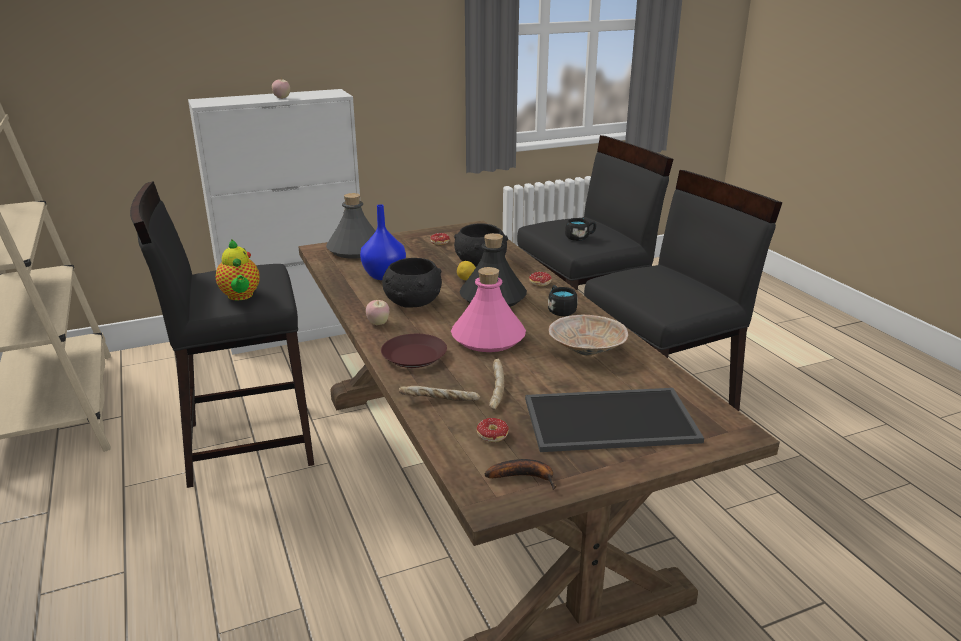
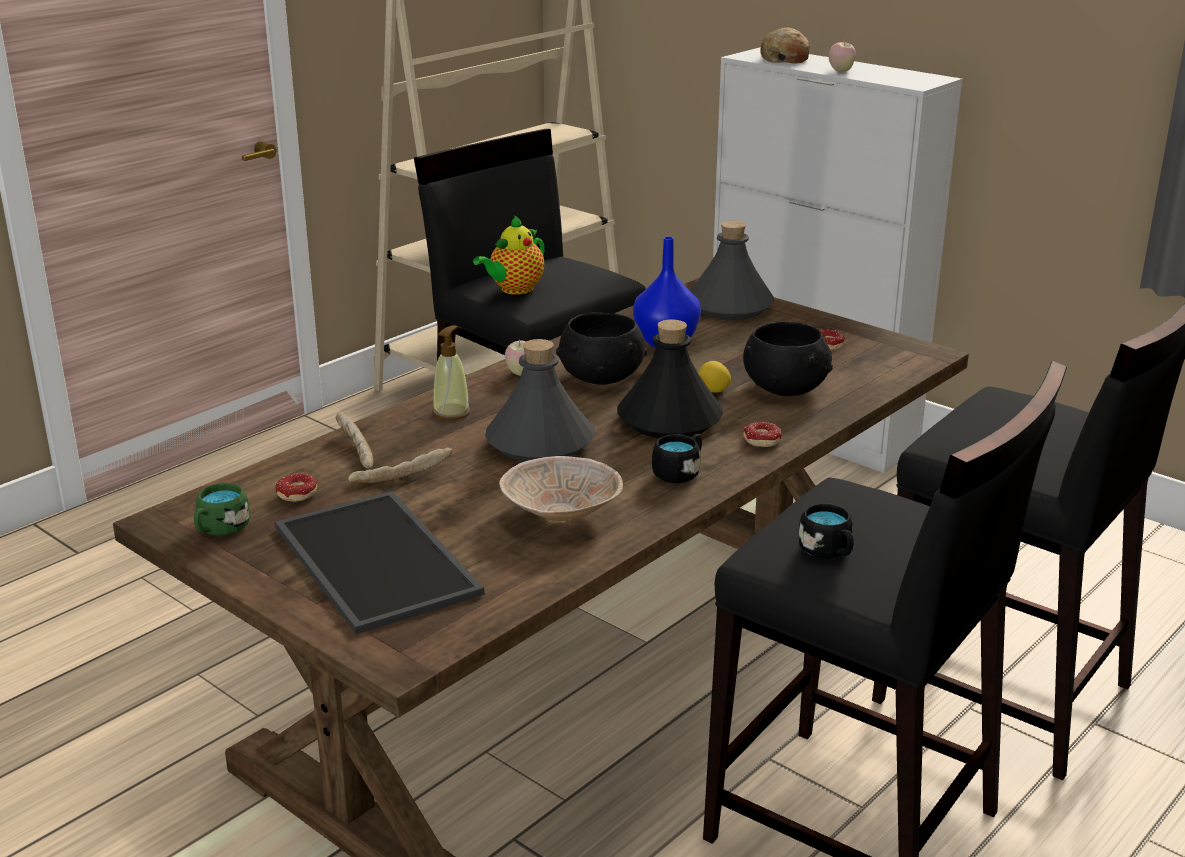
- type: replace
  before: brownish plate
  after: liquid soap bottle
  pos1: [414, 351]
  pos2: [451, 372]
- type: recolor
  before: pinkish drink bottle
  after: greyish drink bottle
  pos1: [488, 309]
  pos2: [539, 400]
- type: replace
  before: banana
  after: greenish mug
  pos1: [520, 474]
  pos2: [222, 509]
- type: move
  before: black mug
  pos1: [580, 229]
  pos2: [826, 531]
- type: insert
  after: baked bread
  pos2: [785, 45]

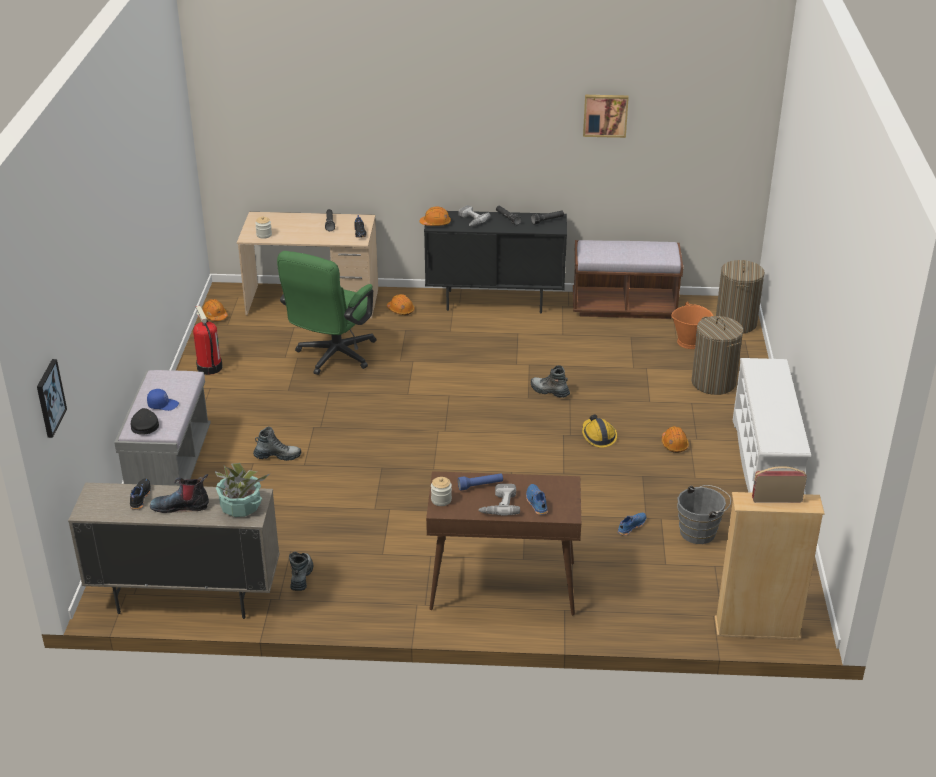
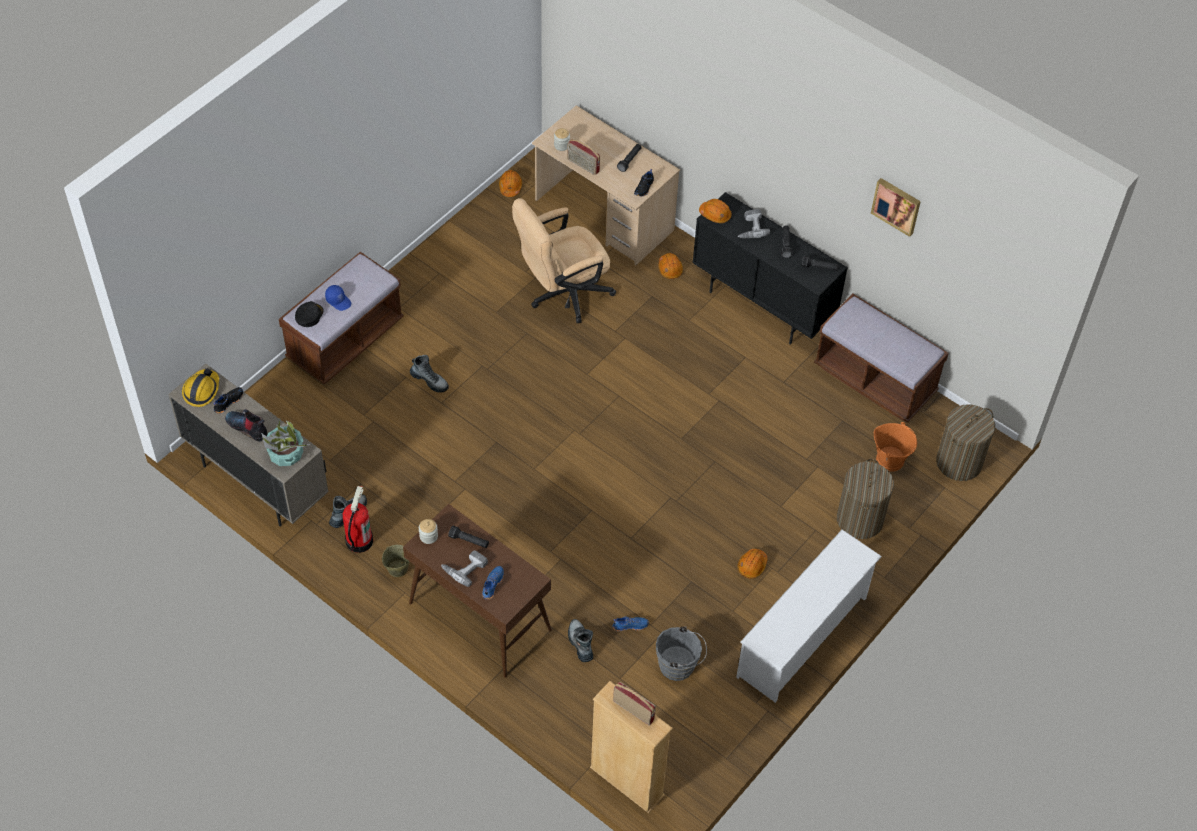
- type: delete
  before: wall picture
  pos1: [52, 398]
- type: recolor
  before: greyish long seat
  after: brownish long seat
  pos1: [162, 428]
  pos2: [341, 318]
- type: move
  before: fire extinguisher
  pos1: [207, 340]
  pos2: [358, 519]
- type: recolor
  before: greenish office chair
  after: sand-coloured office chair
  pos1: [326, 313]
  pos2: [564, 260]
- type: recolor
  before: bluish flashlight
  after: black flashlight
  pos1: [480, 482]
  pos2: [468, 537]
- type: move
  before: boot
  pos1: [550, 381]
  pos2: [580, 640]
- type: move
  before: hard hat
  pos1: [599, 431]
  pos2: [200, 387]
- type: insert
  after: sand-coloured pail
  pos2: [396, 561]
- type: insert
  after: radio set
  pos2: [583, 157]

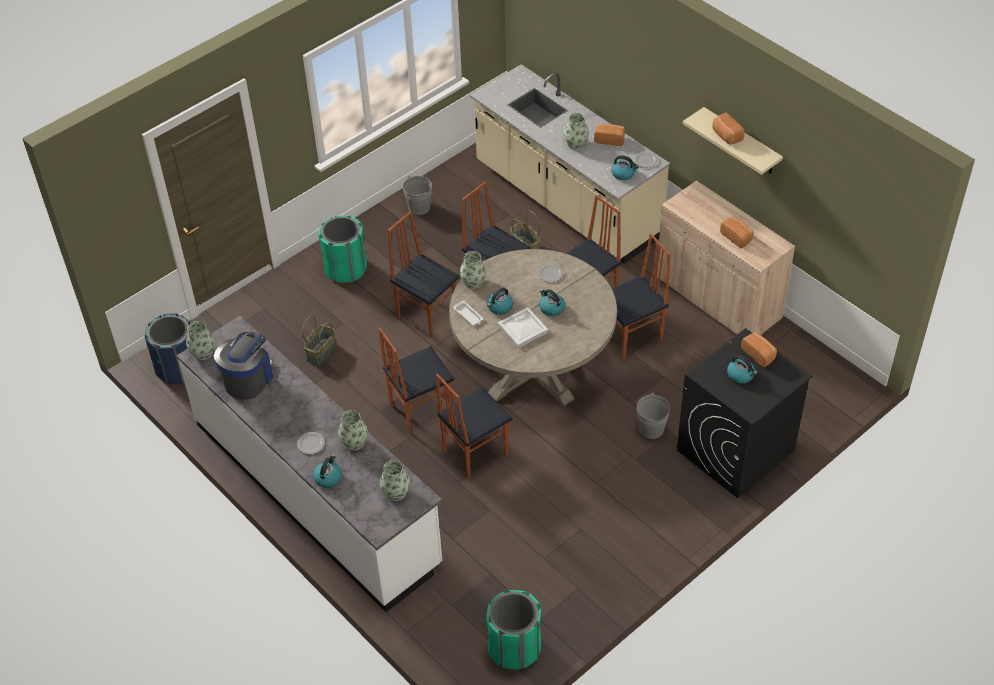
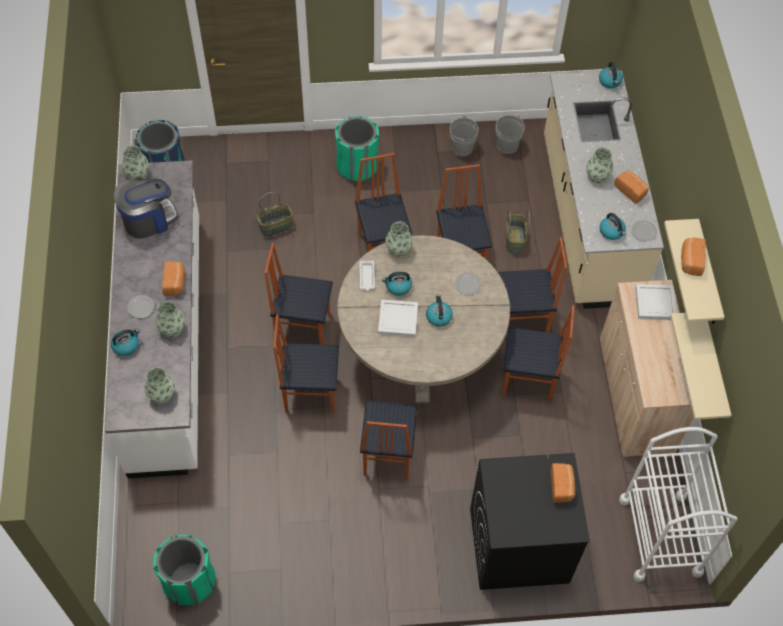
- type: move
  before: greyish pail
  pos1: [653, 415]
  pos2: [510, 134]
- type: move
  before: baked bread
  pos1: [737, 232]
  pos2: [173, 278]
- type: move
  before: tea kettle
  pos1: [742, 369]
  pos2: [611, 75]
- type: insert
  after: chair
  pos2: [388, 440]
- type: insert
  after: white wheeled cart
  pos2: [678, 504]
- type: insert
  after: white tray
  pos2: [655, 302]
- type: insert
  after: sand-coloured bracket shelf
  pos2: [701, 366]

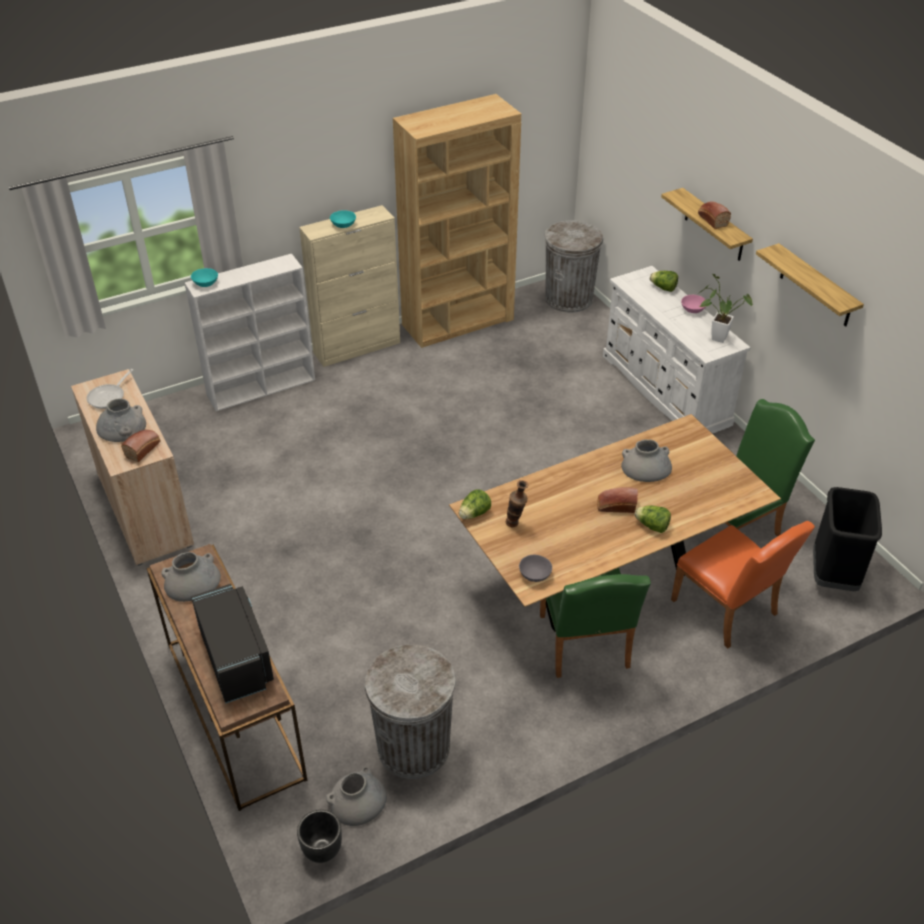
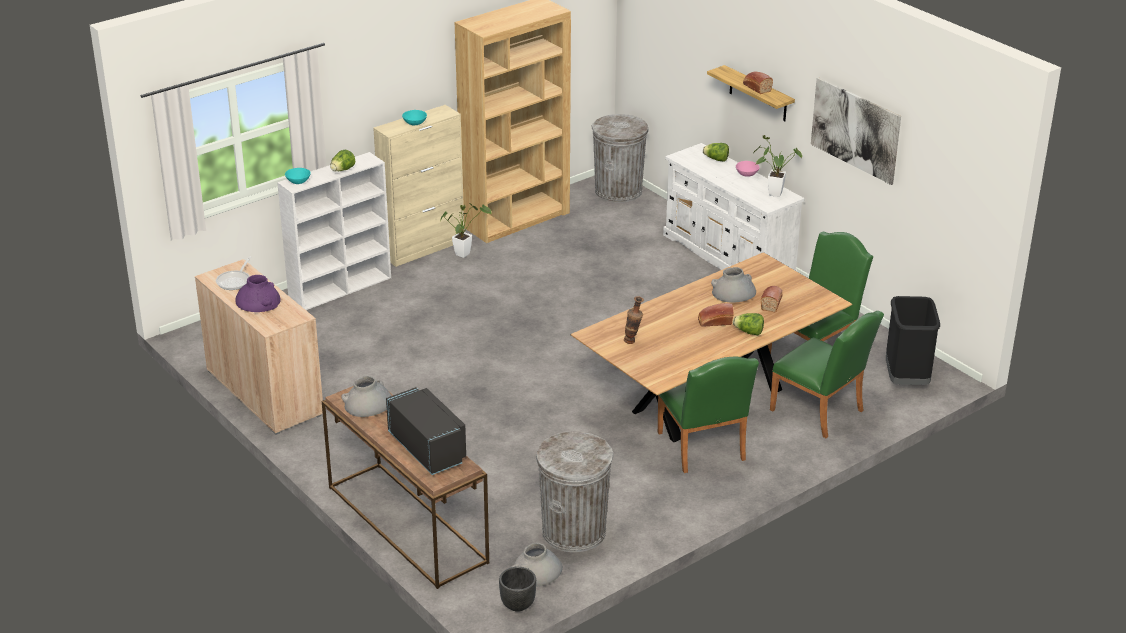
- type: recolor
  before: greyish vase
  after: purplish vase
  pos1: [121, 420]
  pos2: [258, 293]
- type: move
  before: baked bread
  pos1: [140, 446]
  pos2: [772, 299]
- type: move
  before: lettuce
  pos1: [475, 504]
  pos2: [342, 160]
- type: delete
  before: greyish deep dish
  pos1: [535, 568]
- type: recolor
  before: orange chair
  after: greenish chair
  pos1: [743, 584]
  pos2: [827, 374]
- type: replace
  before: bracket shelf
  after: wall picture
  pos1: [810, 285]
  pos2: [856, 131]
- type: insert
  after: potted plant
  pos2: [466, 230]

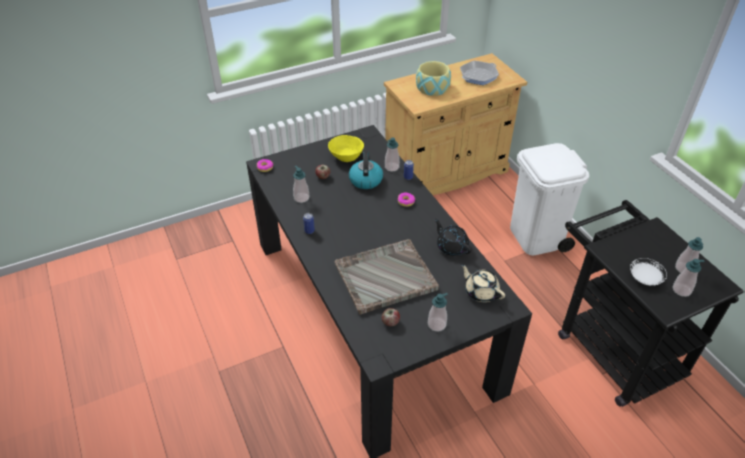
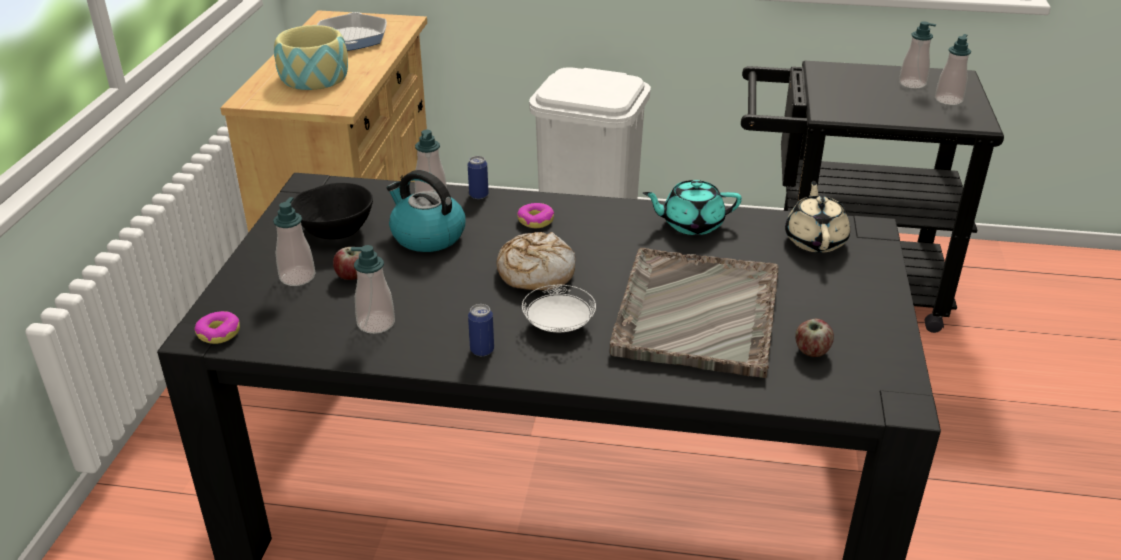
- type: recolor
  before: yellow deep dish
  after: black deep dish
  pos1: [346, 148]
  pos2: [332, 211]
- type: move
  before: liquid soap bottle
  pos1: [438, 312]
  pos2: [294, 241]
- type: recolor
  before: black teapot
  after: turquoise-coloured teapot
  pos1: [453, 237]
  pos2: [692, 207]
- type: rotate
  before: sand-coloured teapot
  pos1: [483, 283]
  pos2: [817, 217]
  turn: 105
- type: move
  before: white plate
  pos1: [648, 272]
  pos2: [559, 308]
- type: insert
  after: baked bread
  pos2: [536, 261]

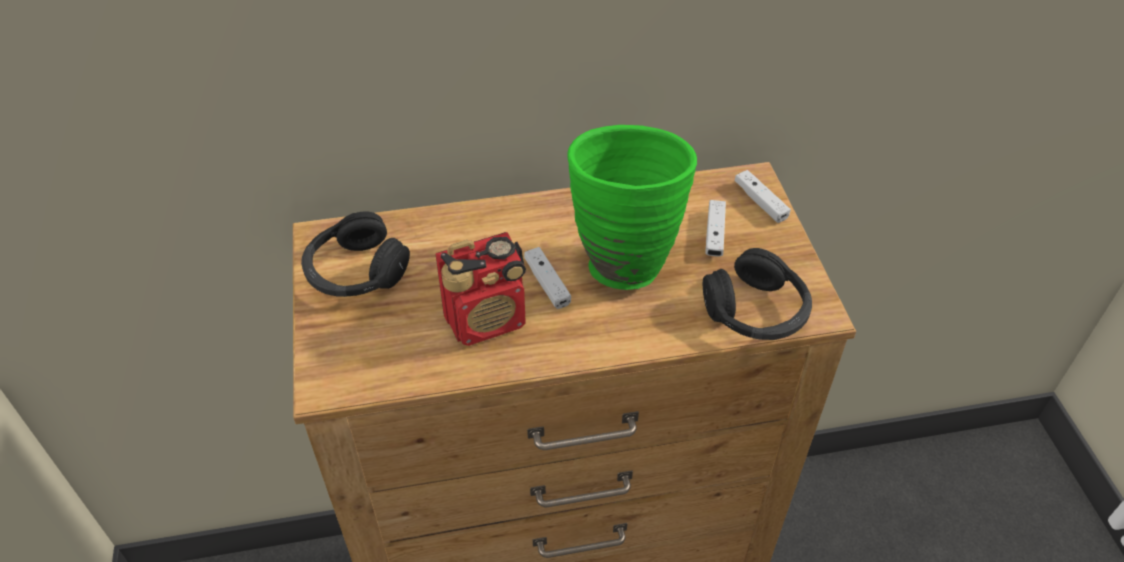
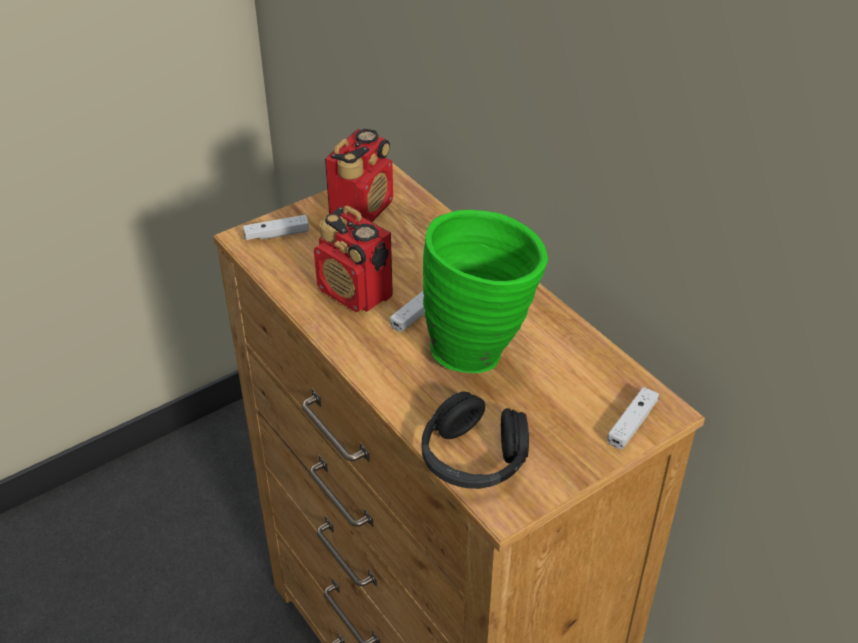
- type: replace
  before: black headset
  after: radio set
  pos1: [355, 254]
  pos2: [359, 175]
- type: move
  before: white gamepad
  pos1: [715, 228]
  pos2: [276, 227]

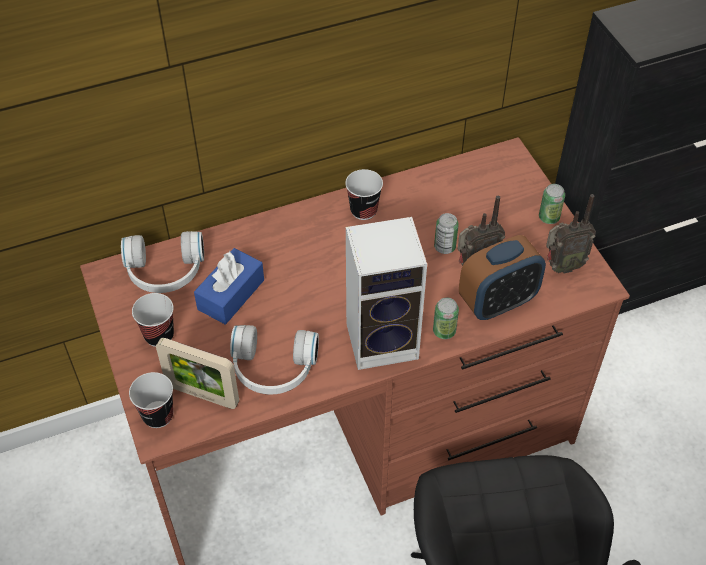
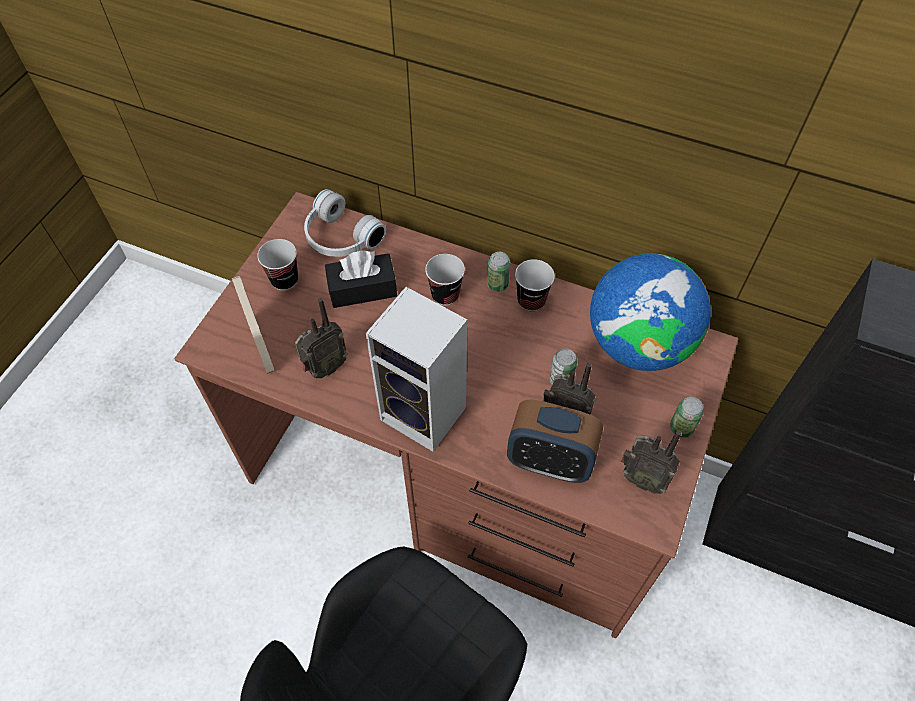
- type: move
  before: small cup
  pos1: [151, 400]
  pos2: [445, 280]
- type: recolor
  before: bluish box of tissues
  after: black box of tissues
  pos1: [229, 286]
  pos2: [361, 279]
- type: replace
  before: white headset
  after: radio set
  pos1: [274, 360]
  pos2: [321, 338]
- type: move
  before: can
  pos1: [446, 318]
  pos2: [498, 272]
- type: insert
  after: desk globe
  pos2: [650, 312]

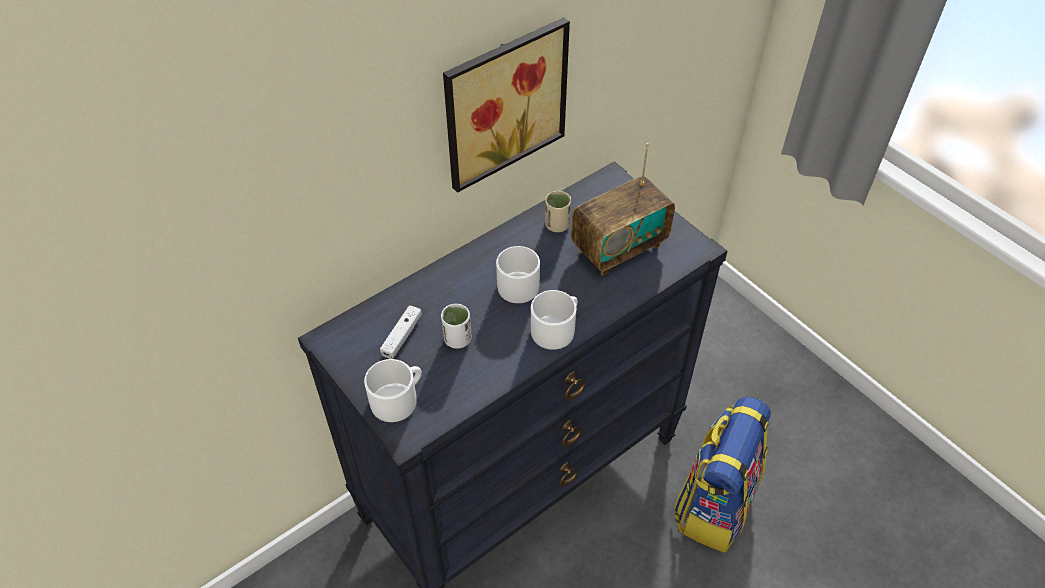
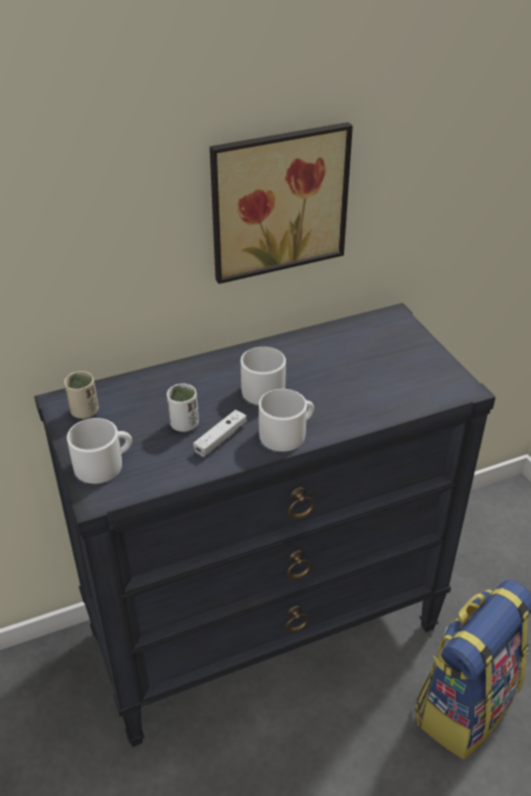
- type: move
  before: white gamepad
  pos1: [401, 332]
  pos2: [220, 433]
- type: move
  before: sand-coloured small cup
  pos1: [558, 211]
  pos2: [81, 395]
- type: delete
  before: radio set
  pos1: [623, 209]

